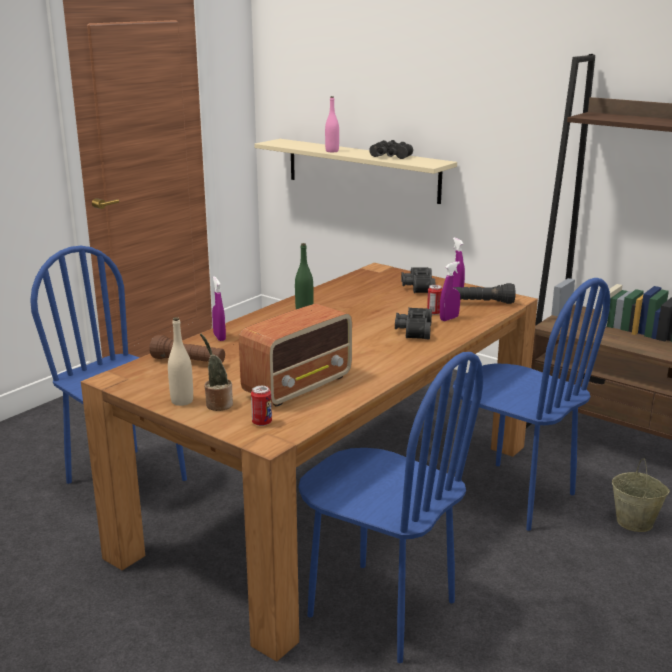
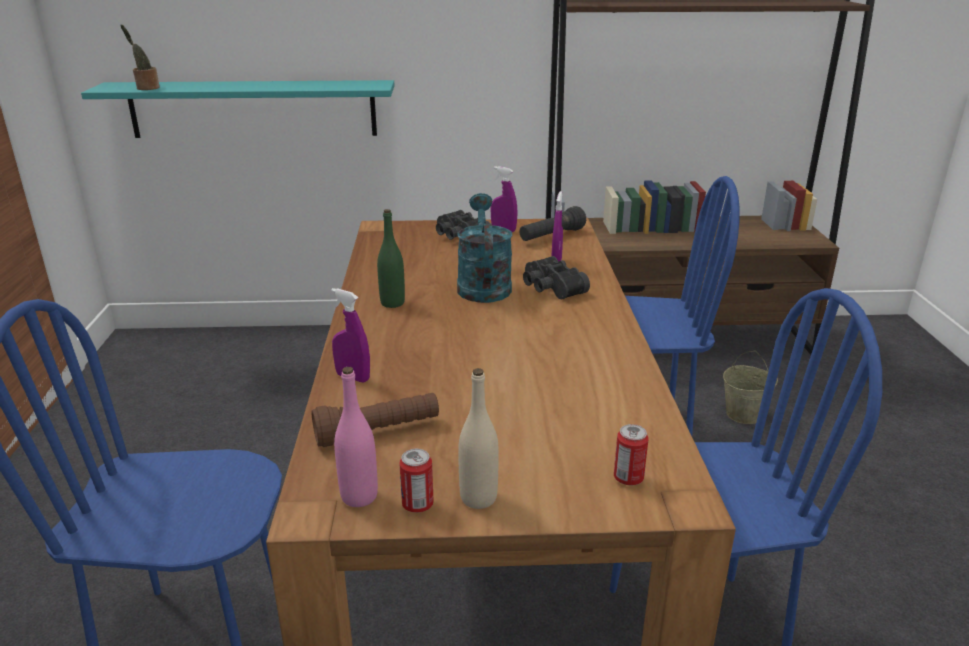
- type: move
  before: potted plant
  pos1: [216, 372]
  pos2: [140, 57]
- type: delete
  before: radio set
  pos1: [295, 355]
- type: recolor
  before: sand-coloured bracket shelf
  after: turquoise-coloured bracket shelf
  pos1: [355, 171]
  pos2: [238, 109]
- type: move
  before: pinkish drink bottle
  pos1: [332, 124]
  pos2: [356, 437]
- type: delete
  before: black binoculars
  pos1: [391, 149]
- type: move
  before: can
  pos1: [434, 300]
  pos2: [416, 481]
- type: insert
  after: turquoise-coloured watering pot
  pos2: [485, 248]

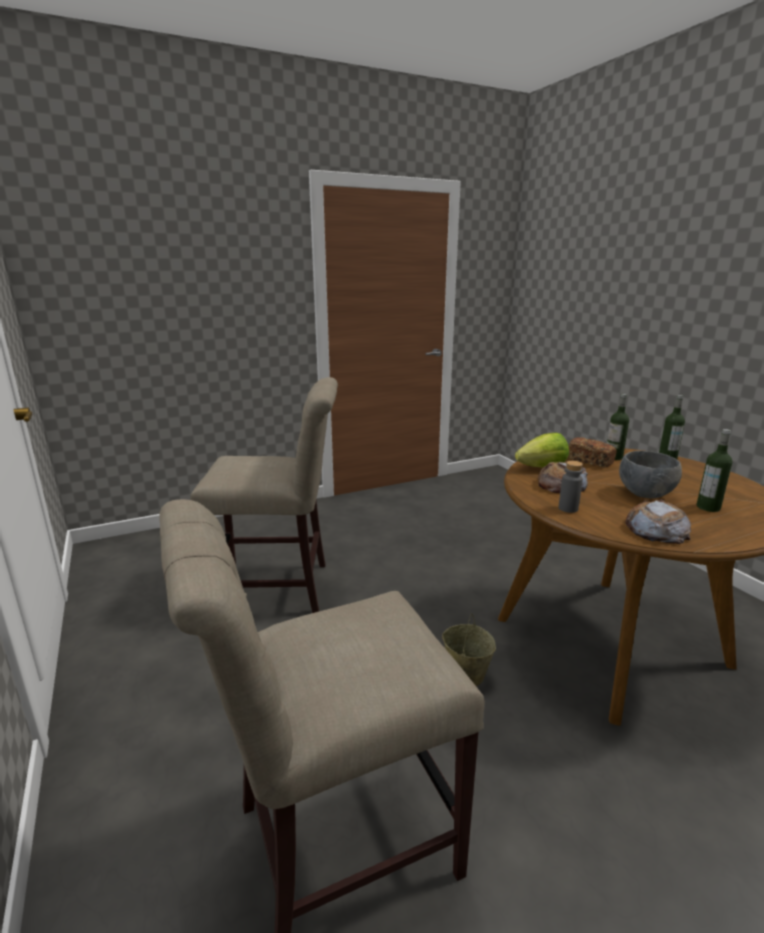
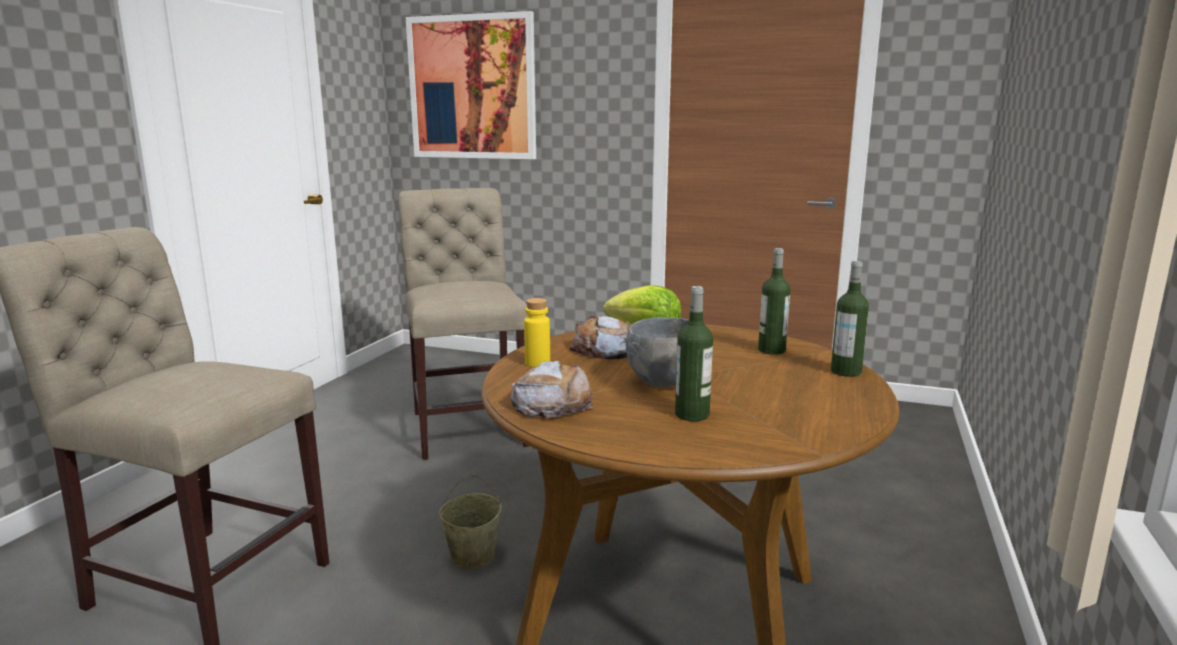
- type: rotate
  before: sand-coloured chair
  pos1: [264, 495]
  pos2: [463, 324]
  turn: -150
- type: recolor
  before: greyish drink bottle
  after: yellow drink bottle
  pos1: [571, 487]
  pos2: [537, 332]
- type: delete
  before: baked bread
  pos1: [592, 452]
- type: insert
  after: wall picture
  pos2: [471, 85]

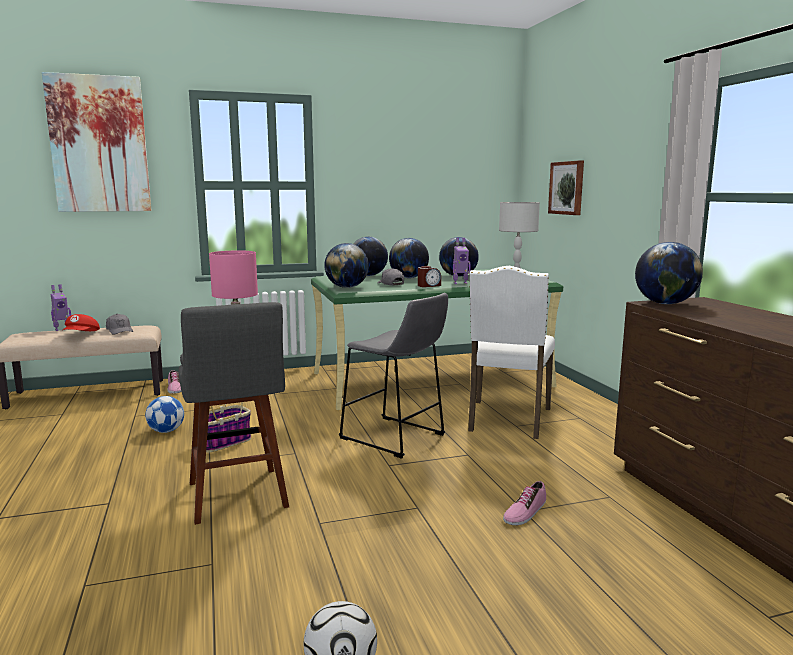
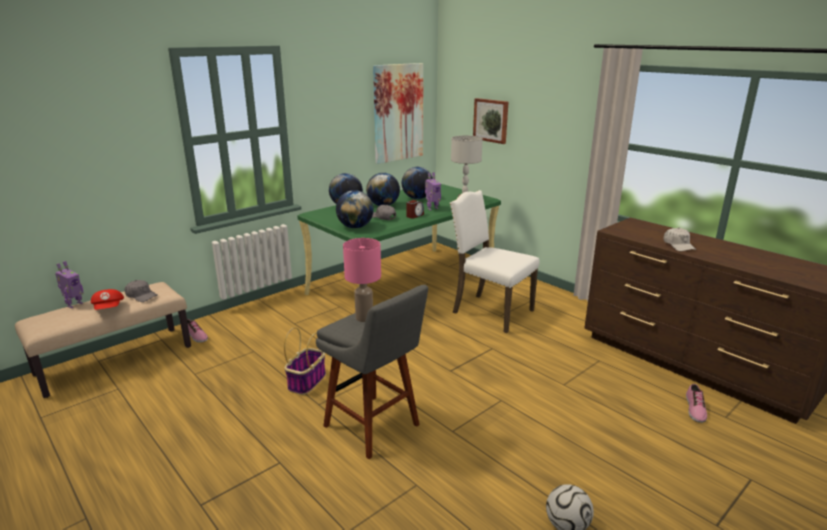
- type: move
  before: wall picture
  pos1: [96, 142]
  pos2: [398, 113]
- type: delete
  before: football ball
  pos1: [164, 414]
- type: delete
  before: greyish stool seat
  pos1: [393, 376]
- type: rotate
  before: white chair
  pos1: [511, 352]
  pos2: [495, 261]
  turn: 135
- type: move
  before: low shoe
  pos1: [524, 503]
  pos2: [696, 403]
- type: delete
  before: desk globe
  pos1: [669, 273]
- type: insert
  after: white baseball cap
  pos2: [679, 239]

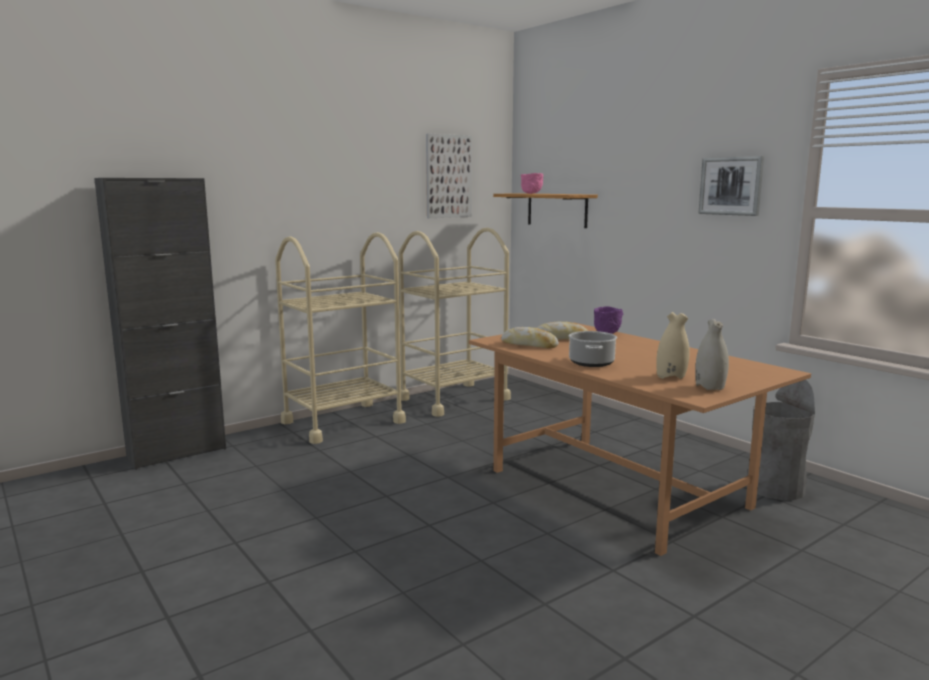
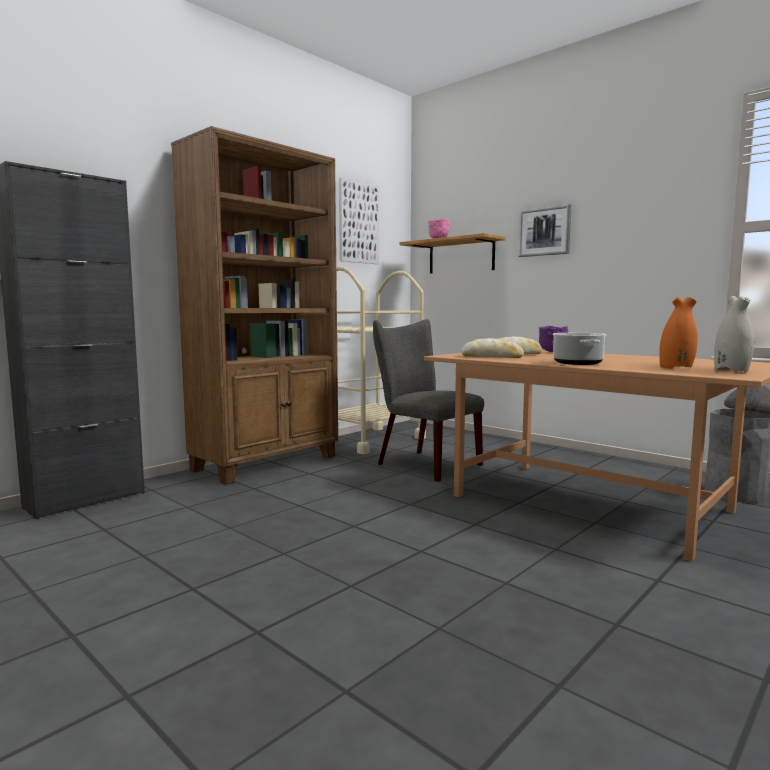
- type: replace
  before: sand-coloured wheeled cart
  after: brownish bookshelf
  pos1: [340, 338]
  pos2: [254, 305]
- type: recolor
  before: sand-coloured vase
  after: orange vase
  pos1: [673, 345]
  pos2: [678, 333]
- type: move
  before: wall picture
  pos1: [731, 186]
  pos2: [544, 230]
- type: insert
  after: greyish chair
  pos2: [428, 400]

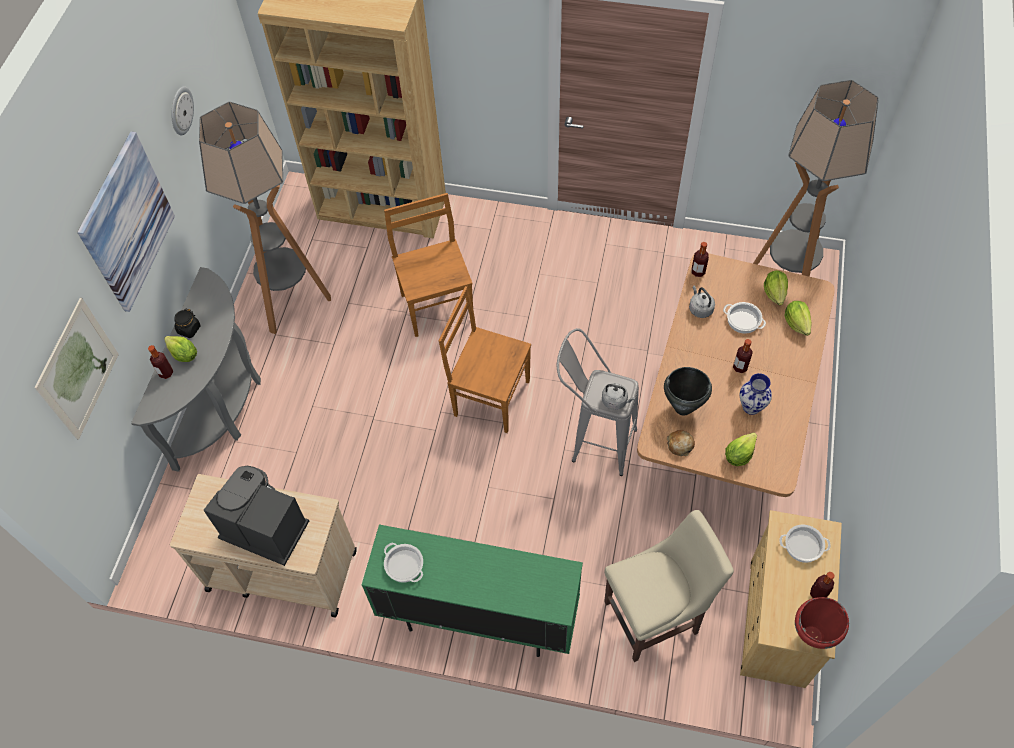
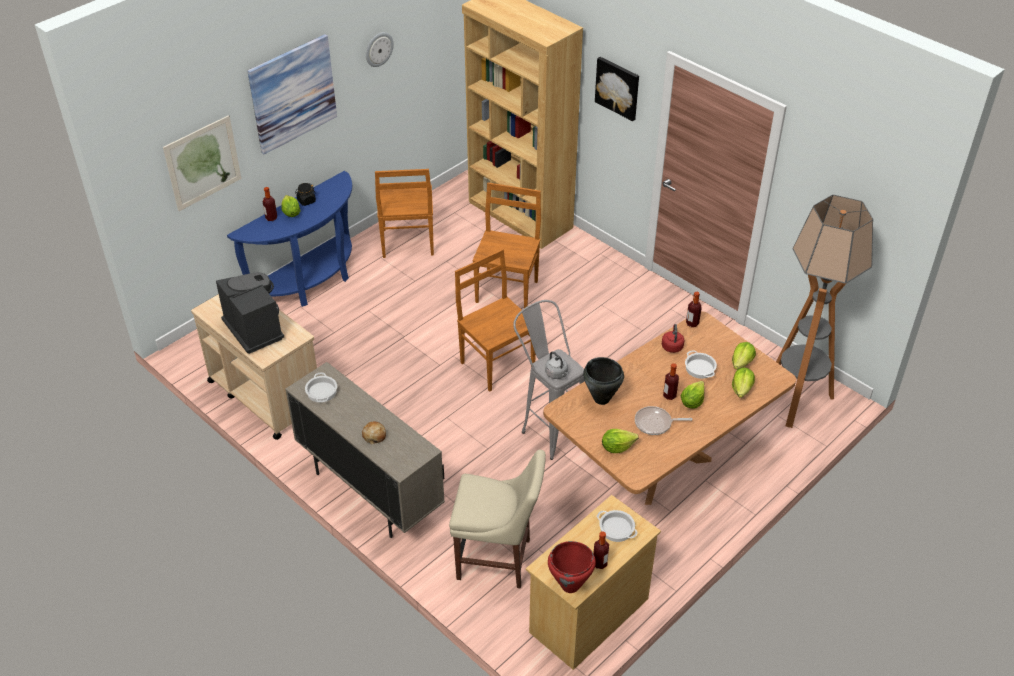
- type: recolor
  before: greyish hall table
  after: bluish hall table
  pos1: [196, 369]
  pos2: [289, 239]
- type: replace
  before: standing lamp
  after: brownish chair
  pos1: [265, 218]
  pos2: [404, 213]
- type: recolor
  before: greenish cupboard
  after: sand-coloured cupboard
  pos1: [472, 590]
  pos2: [365, 450]
- type: move
  before: baked bread
  pos1: [681, 443]
  pos2: [374, 433]
- type: recolor
  before: greyish tea kettle
  after: red tea kettle
  pos1: [702, 301]
  pos2: [673, 338]
- type: replace
  before: vase
  after: pan
  pos1: [756, 394]
  pos2: [663, 420]
- type: insert
  after: wall picture
  pos2: [617, 89]
- type: insert
  after: lettuce
  pos2: [692, 395]

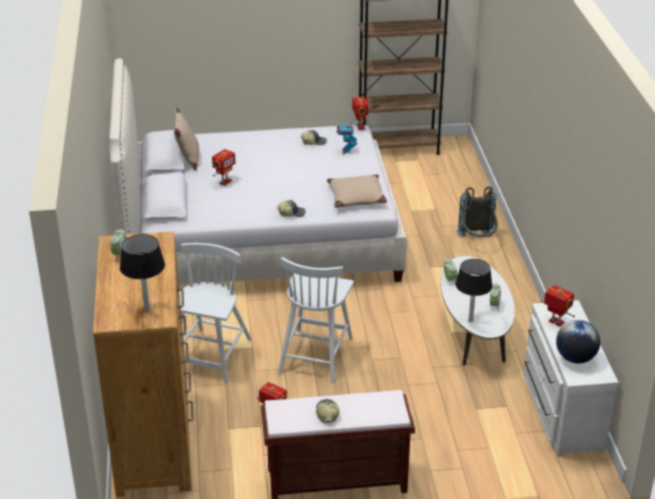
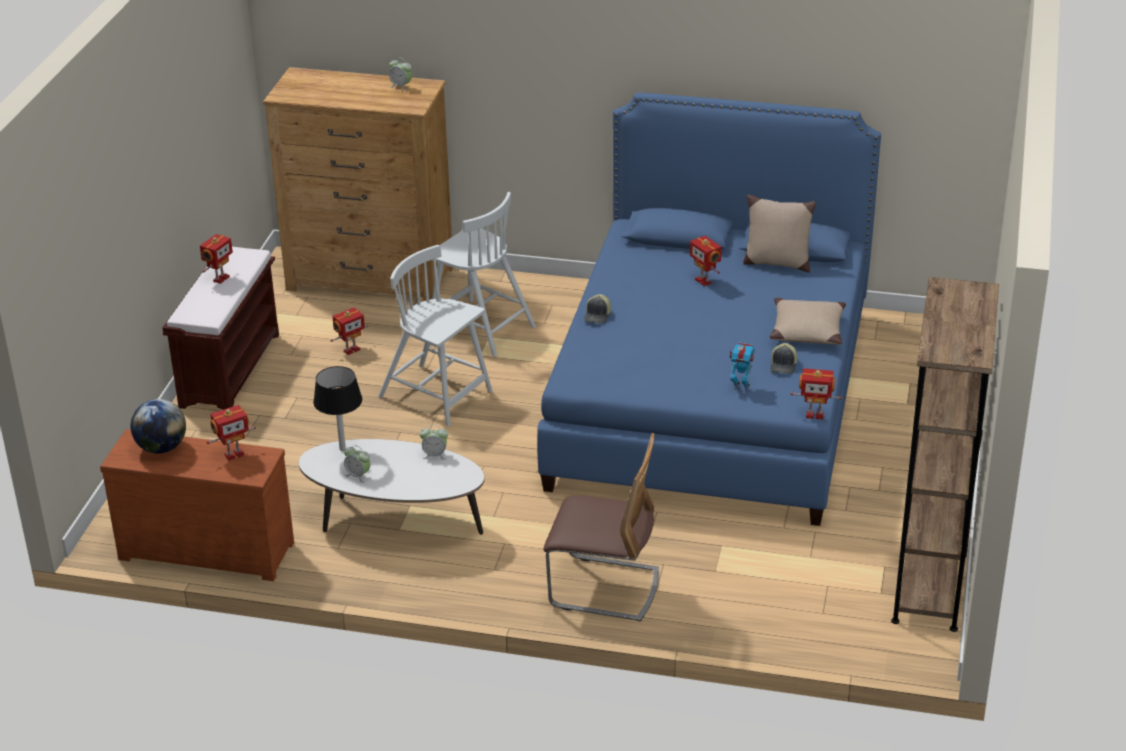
- type: recolor
  before: white bedroom bed
  after: bluish bedroom bed
  pos1: [258, 171]
  pos2: [709, 309]
- type: delete
  before: black tabletop lamp
  pos1: [142, 273]
- type: replace
  before: baseball cap
  after: model robot
  pos1: [327, 411]
  pos2: [216, 259]
- type: move
  before: sand-coloured cushion
  pos1: [357, 191]
  pos2: [808, 321]
- type: replace
  before: greyish backpack
  after: chair
  pos1: [477, 212]
  pos2: [601, 527]
- type: recolor
  before: white dresser
  after: brownish dresser
  pos1: [570, 378]
  pos2: [197, 505]

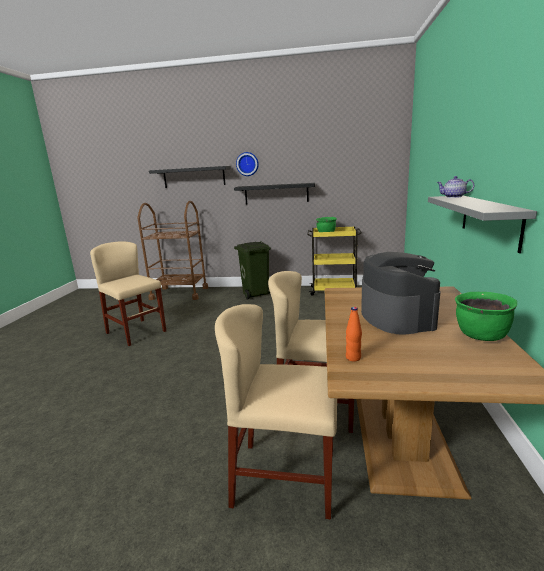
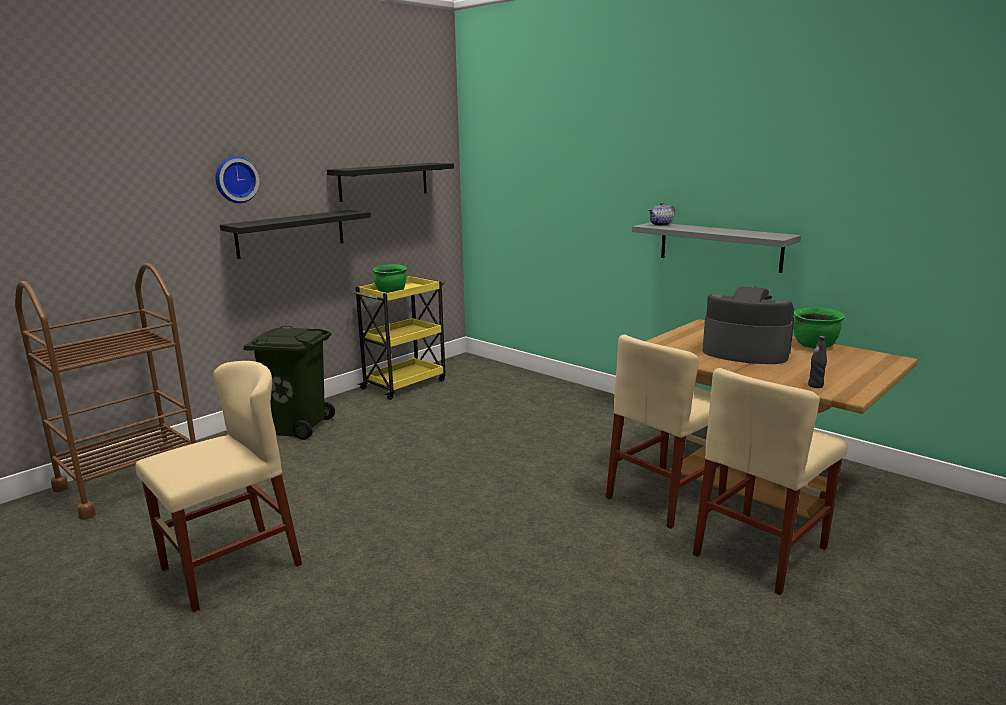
- type: rotate
  before: sand-coloured chair
  pos1: [128, 294]
  pos2: [218, 486]
  turn: 150
- type: move
  before: black bracket shelf
  pos1: [190, 177]
  pos2: [390, 182]
- type: recolor
  before: orange drink bottle
  after: black drink bottle
  pos1: [354, 334]
  pos2: [817, 362]

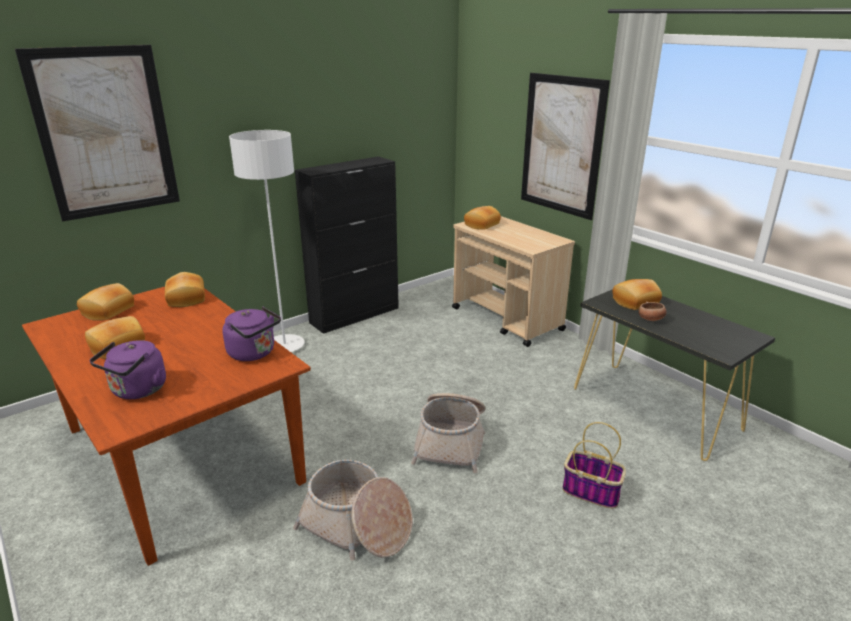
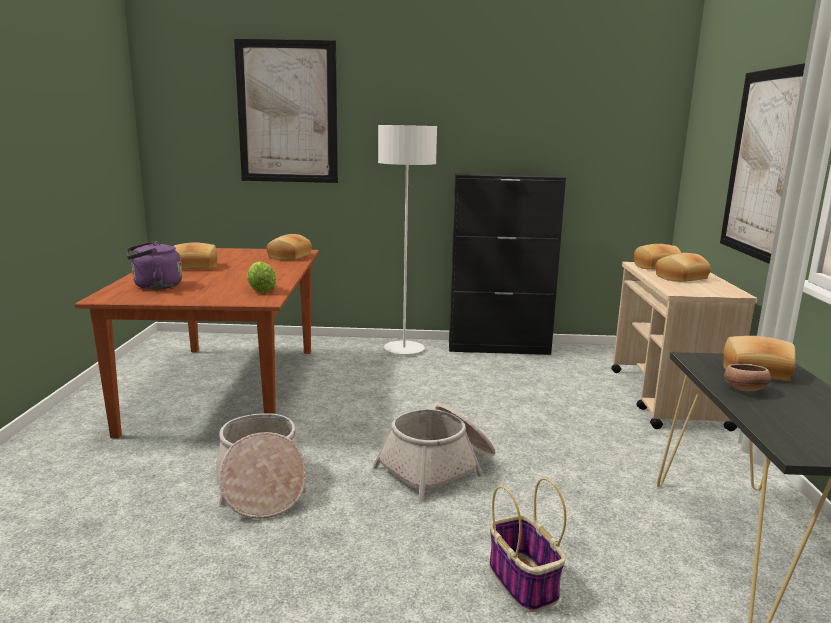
- type: move
  before: baked bread
  pos1: [105, 302]
  pos2: [683, 267]
- type: replace
  before: purplish tea kettle
  after: lettuce
  pos1: [251, 334]
  pos2: [261, 277]

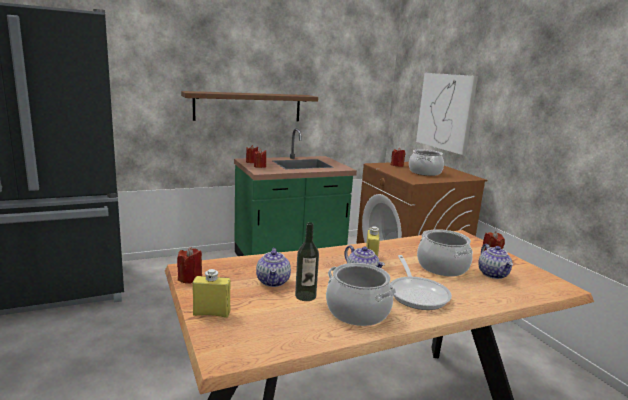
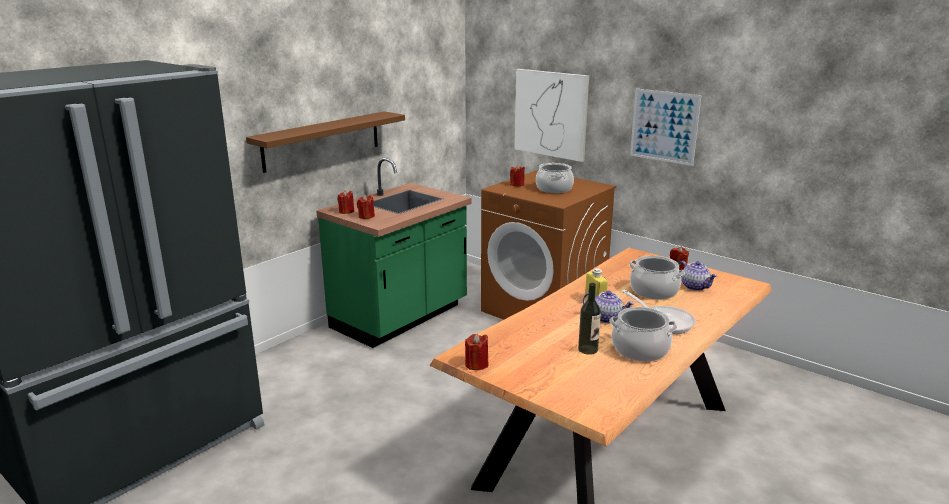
- type: delete
  before: yellow drink bottle
  pos1: [211, 293]
- type: delete
  before: teapot
  pos1: [273, 267]
- type: insert
  after: wall picture
  pos2: [665, 127]

